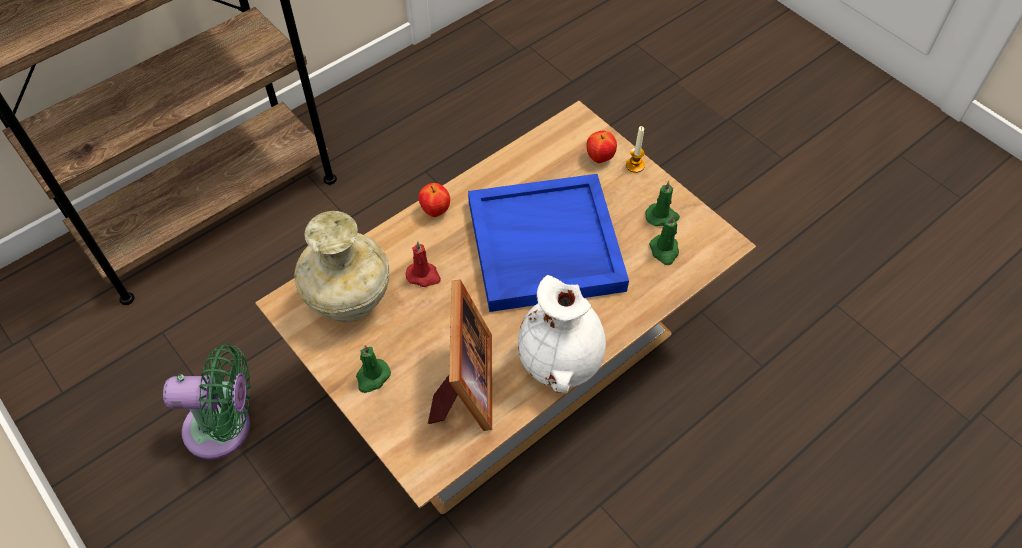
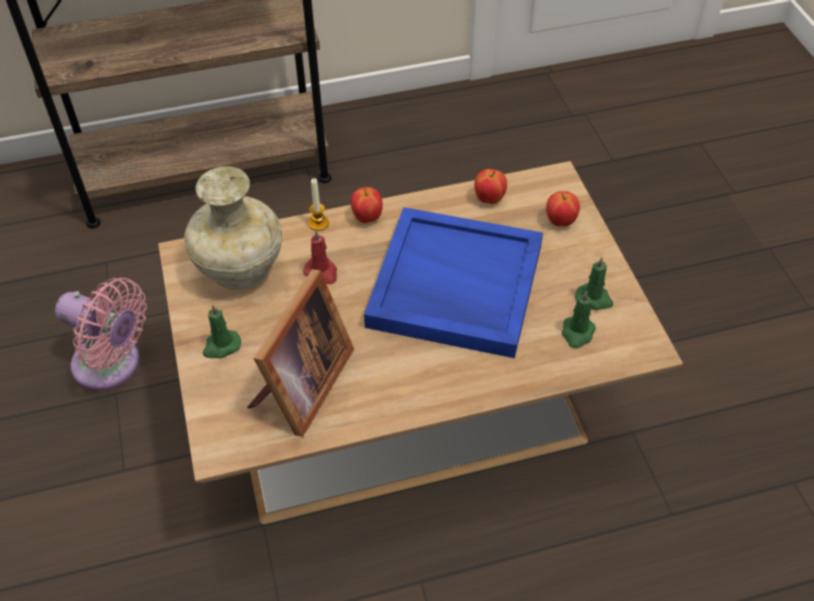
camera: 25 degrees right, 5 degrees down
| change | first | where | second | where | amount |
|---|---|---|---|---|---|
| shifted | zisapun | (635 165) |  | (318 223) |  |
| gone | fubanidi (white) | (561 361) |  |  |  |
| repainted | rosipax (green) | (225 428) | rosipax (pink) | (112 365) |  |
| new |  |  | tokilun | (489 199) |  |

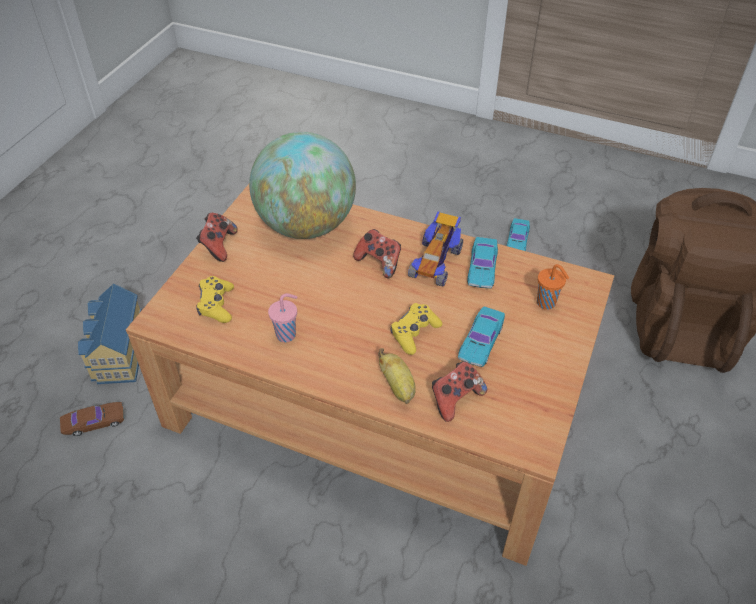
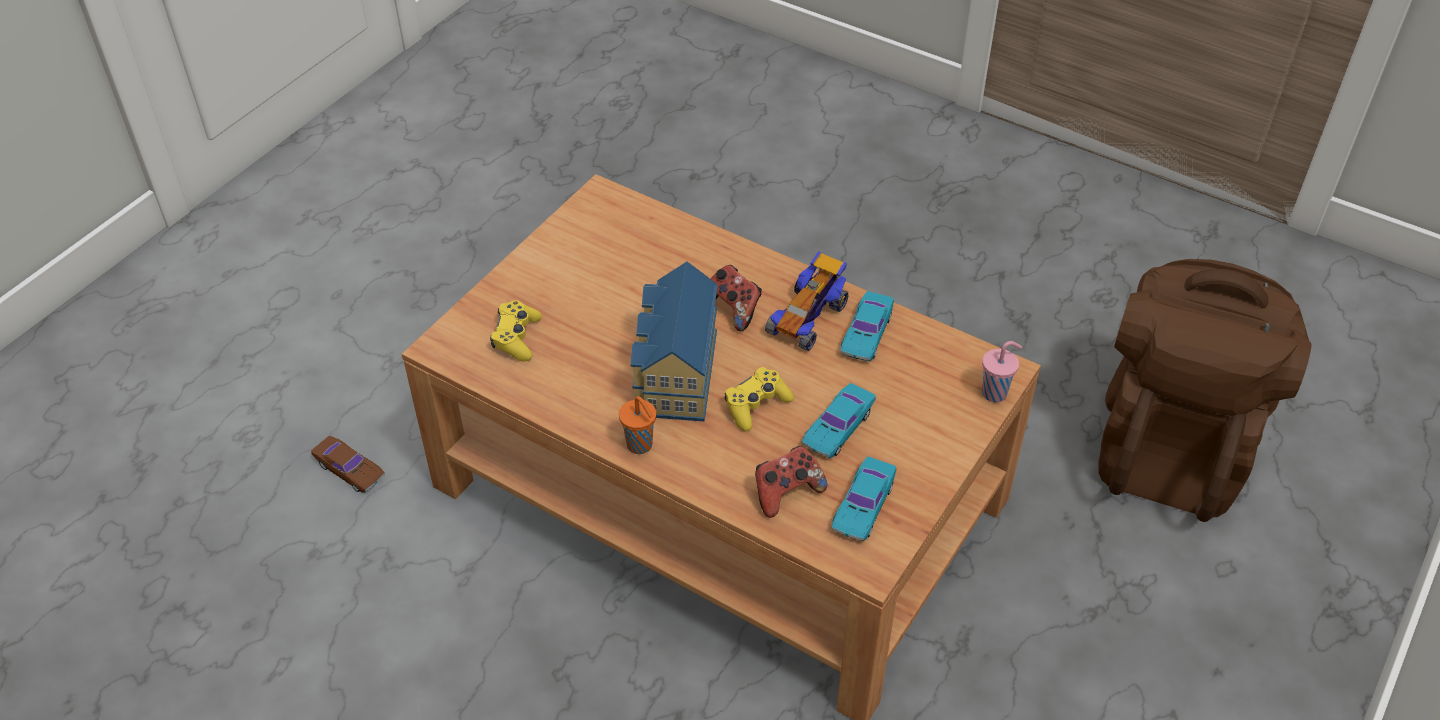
camera: 10 degrees right, 0 degrees up
| change | first | where | second | where | amount |
|---|---|---|---|---|---|
| gone | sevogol | (306 225) |  |  |  |
| gone | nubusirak | (218 246) |  |  |  |
| shifted | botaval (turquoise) | (517 240) |  | (863 505) |  |
| shifted | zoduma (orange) | (547 303) |  | (640 446) |  |
| shifted | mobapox | (117 353) |  | (673 373) |  |
| shifted | zoduma (pink) | (287 334) |  | (995 393) |  |
| gone | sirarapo | (398 387) |  |  |  |
| rotated | botaval (brown) | (94 422) |  | (349 469) | 45 degrees clockwise |

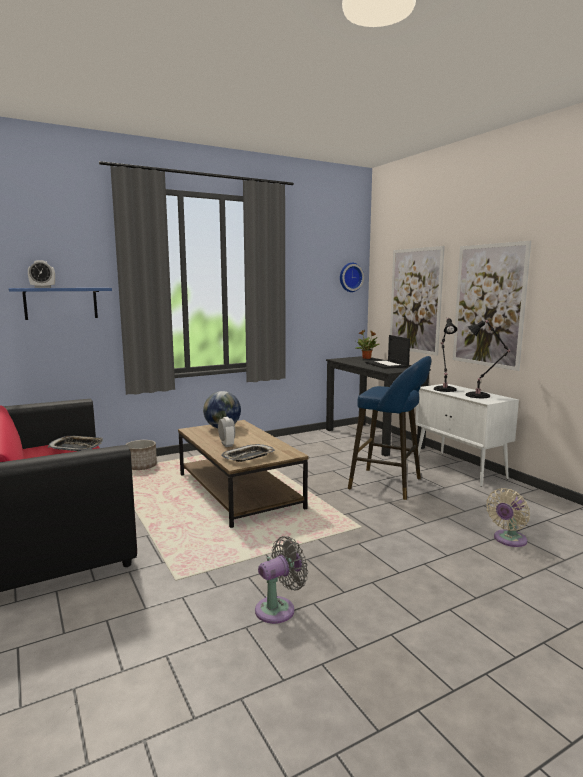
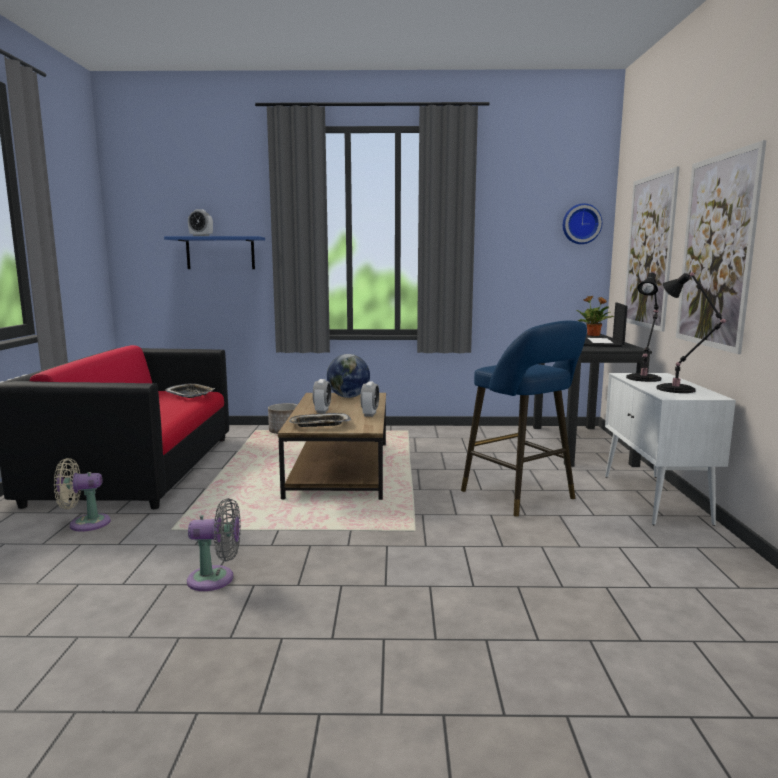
camera: 30 degrees right, 0 degrees up
| change | first | where | second | where | amount |
|---|---|---|---|---|---|
| shifted | rosipax (beige) | (508 540) |  | (85 523) |  |
| new |  |  | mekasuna | (370 414) |  |

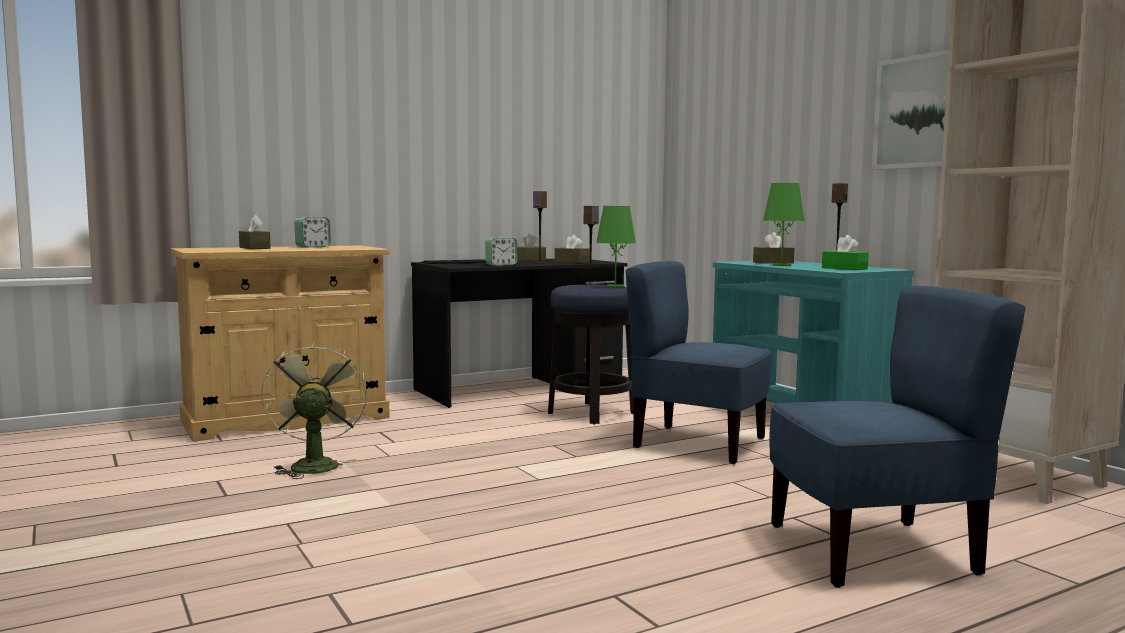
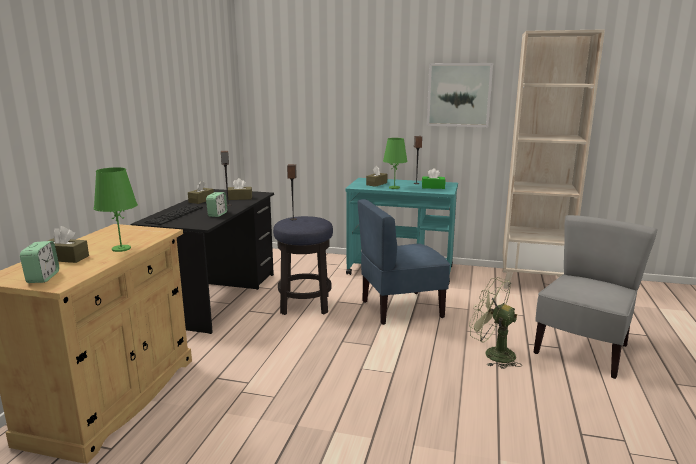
camera: 45 degrees left, 10 degrees up
| change | first | where | second | where | amount |
|---|---|---|---|---|---|
| shifted | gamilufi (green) | (615 286) |  | (121 249) |  |
| shifted | mekasuna | (313 247) |  | (43 277) |  |
| repainted | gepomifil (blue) | (873 551) | gepomifil (grey) | (583 350) |  |
| shifted | rosipax (green) | (313 464) |  | (492 354) |  |

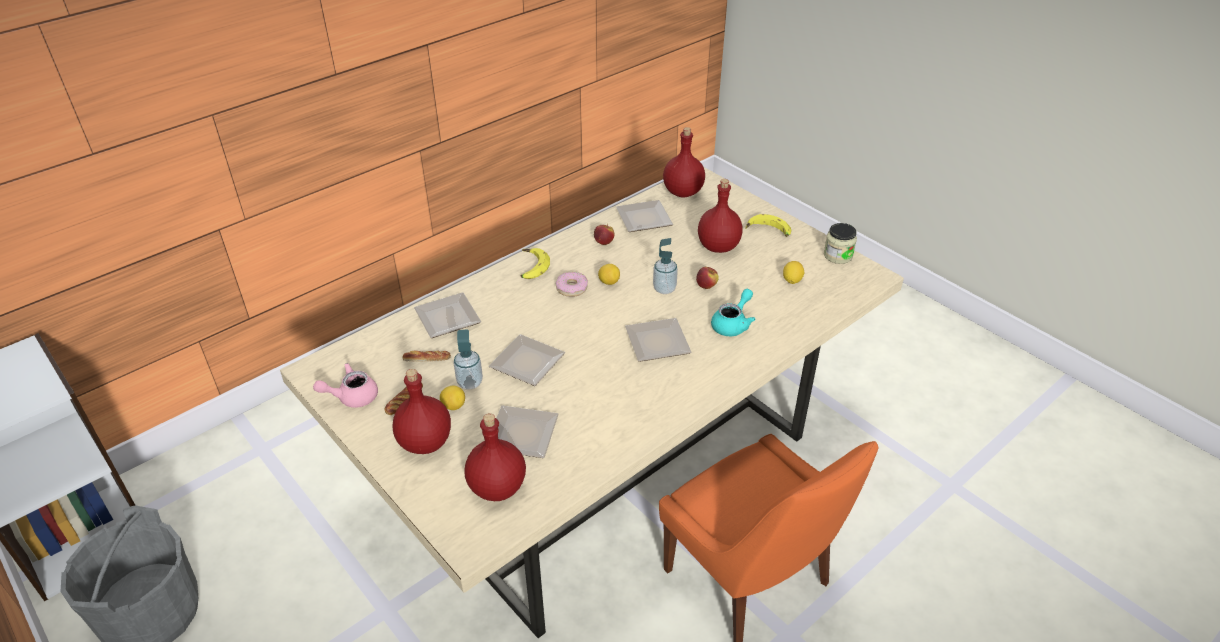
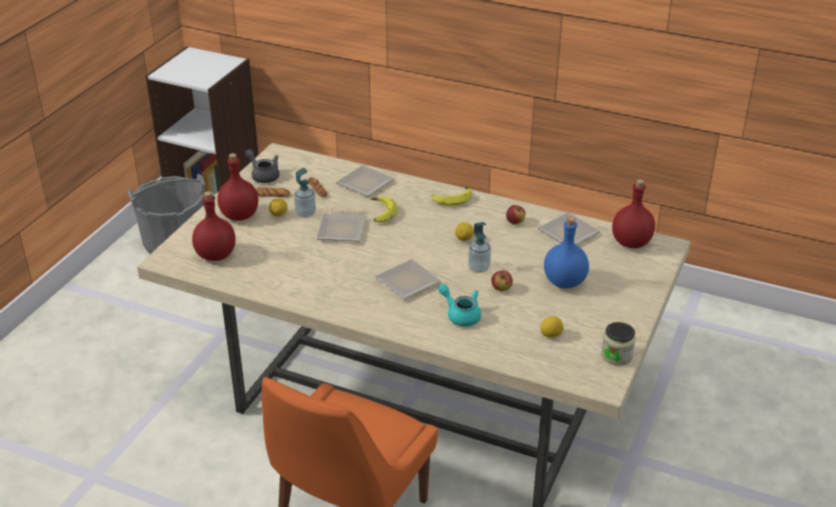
camera: 65 degrees right, 5 degrees down
| change | first | where | second | where | amount |
|---|---|---|---|---|---|
| repainted | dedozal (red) | (718 246) | dedozal (blue) | (565 282) |  |
| shifted | sirarapo | (767 232) |  | (380 213) |  |
| gone | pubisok | (571 288) |  |  |  |
| rotated | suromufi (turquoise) | (733 324) |  | (460 315) | 150 degrees counterclockwise |
| repainted | suromufi (pink) | (352 396) | suromufi (grey) | (263 175) |  |
| gone | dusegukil | (520 436) |  |  |  |

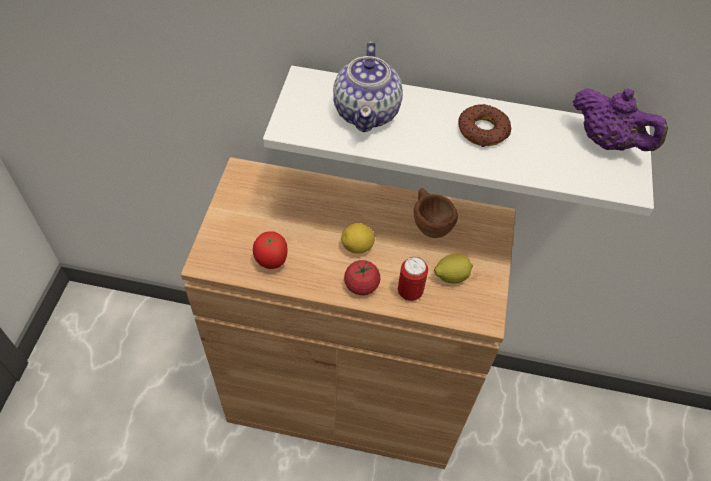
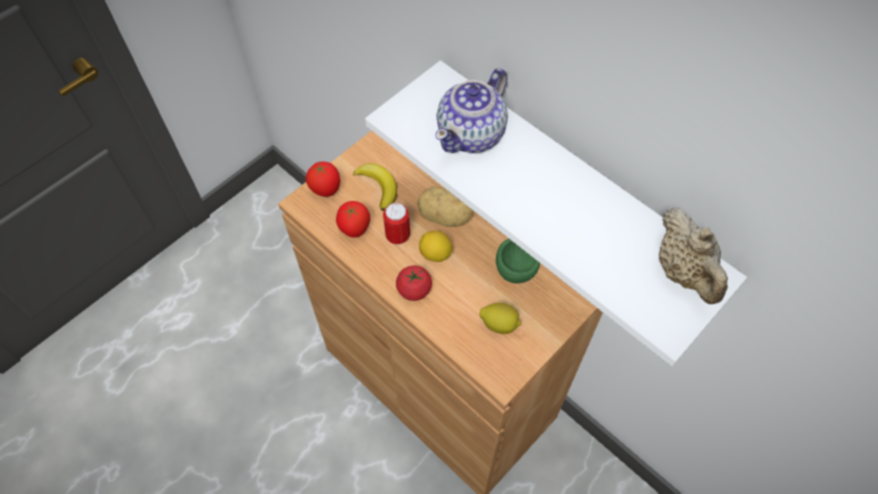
camera: 35 degrees right, 5 degrees up
| change | first | where | second | where | amount |
|---|---|---|---|---|---|
| repainted | suromufi (purple) | (607 142) | suromufi (beige) | (684 272) |  |
| gone | pubisok | (483 130) |  |  |  |
| repainted | zoduma (brown) | (429 223) | zoduma (green) | (516 264) |  |
| shifted | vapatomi | (410 292) |  | (398 236) |  |
| new |  |  | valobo | (326 190) |  |
| new |  |  | sirarapo | (378 187) |  |
| new |  |  | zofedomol | (444 218) |  |

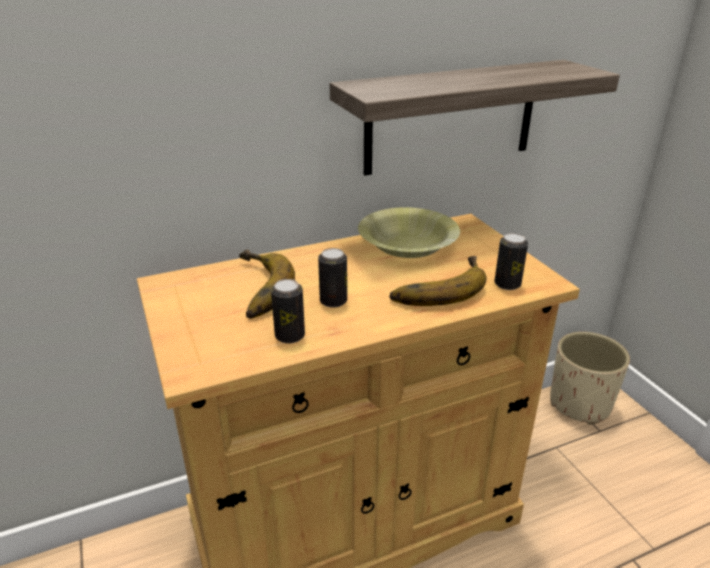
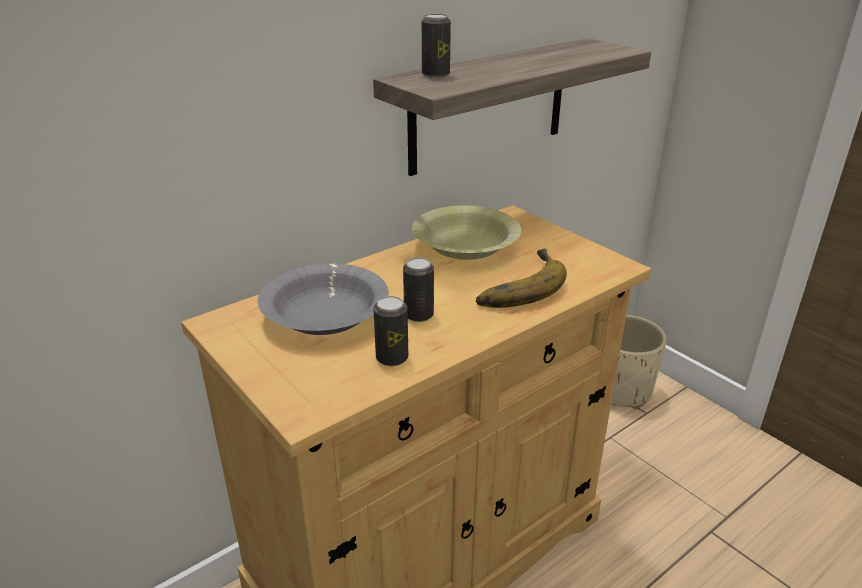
camera: 15 degrees left, 0 degrees up
| change | first | where | second | where | amount |
|---|---|---|---|---|---|
| shifted | vapatomi | (507 284) |  | (435 75) |  |
| swapped | sirarapo | (254 289) | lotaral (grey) | (326 315) |  |

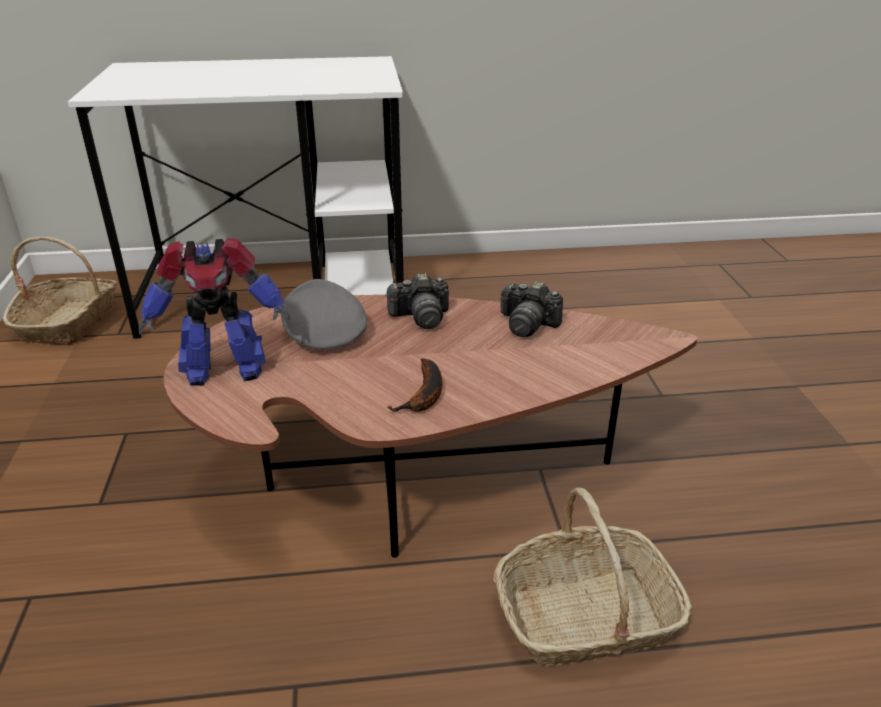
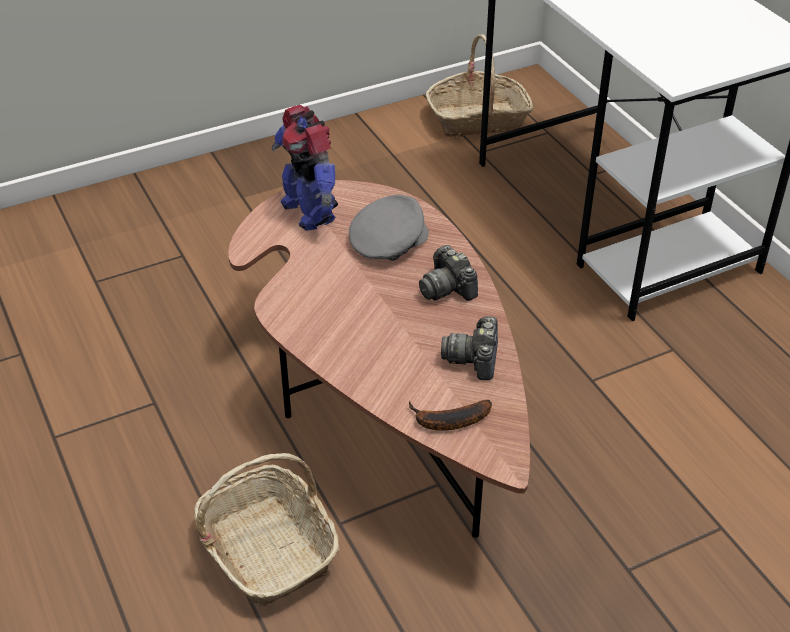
camera: 70 degrees right, 10 degrees up
| change | first | where | second | where | amount |
|---|---|---|---|---|---|
| shifted | sirarapo | (424 395) |  | (447 421) |  |

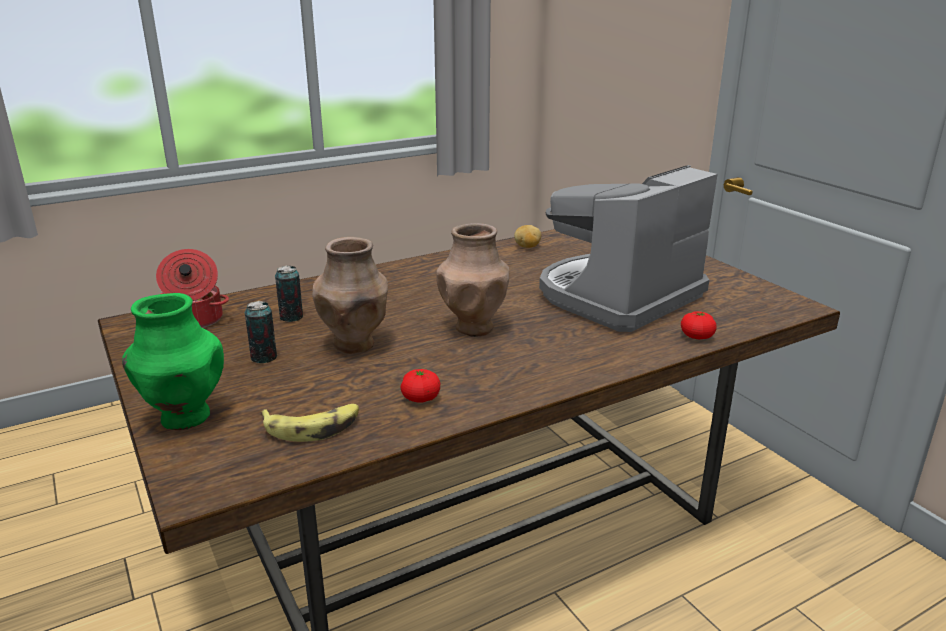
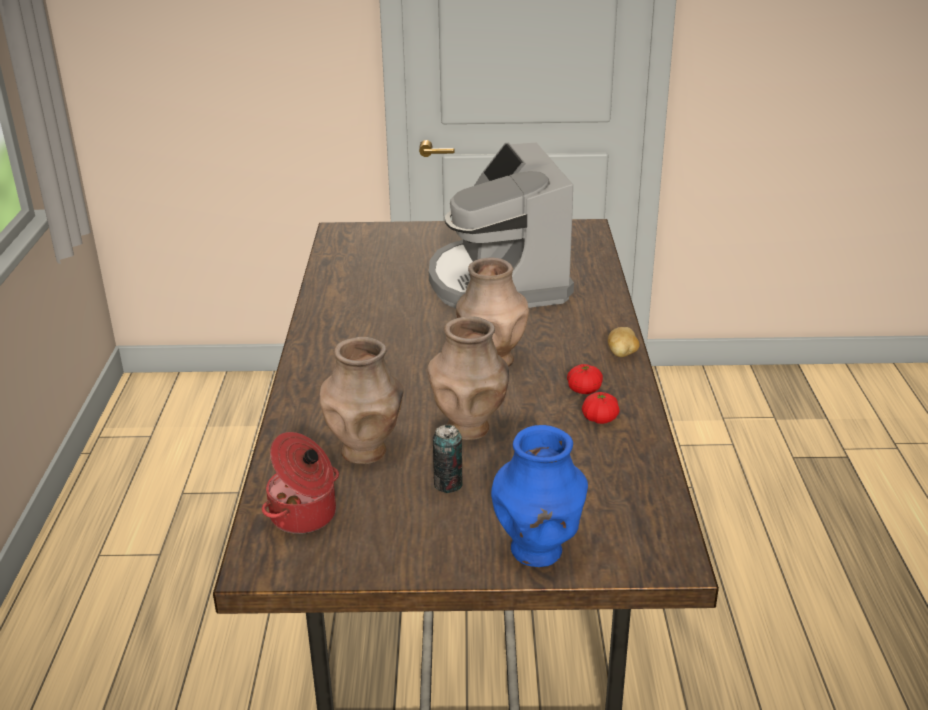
camera: 60 degrees left, 5 degrees up
| change | first | where | second | where | amount |
|---|---|---|---|---|---|
| shifted | zofedomol | (527 247) |  | (622 354) |  |
| swapped | vapatomi | (291 317) | fubanidi (brown) | (365 451) |  |
| repainted | fubanidi (green) | (184 418) | fubanidi (blue) | (537 551) |  |
| shifted | valobo | (696 336) |  | (584 390) |  |
| gone | sirarapo | (313 427) |  |  |  |

